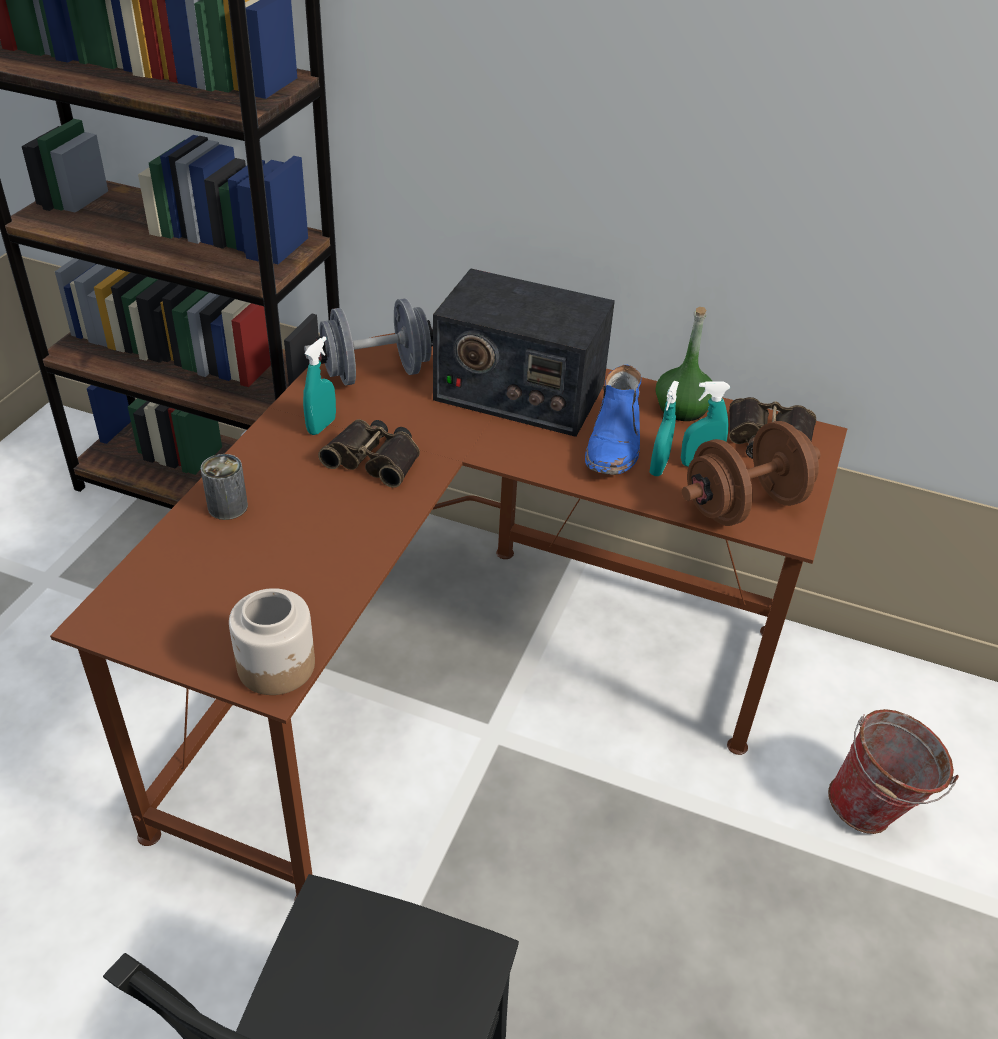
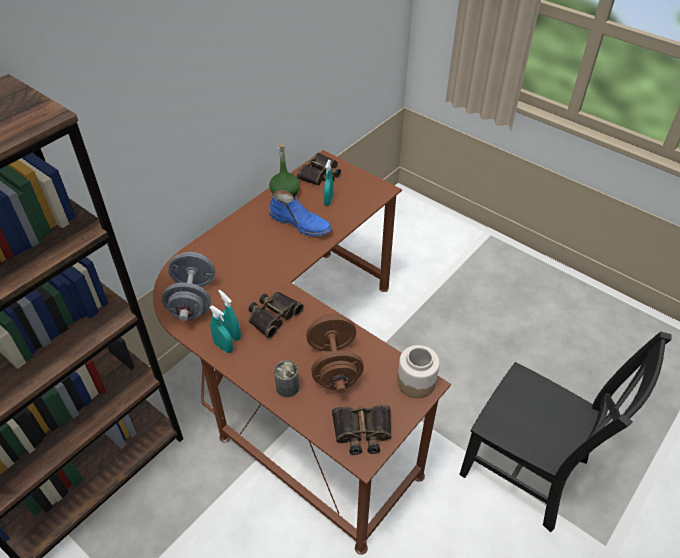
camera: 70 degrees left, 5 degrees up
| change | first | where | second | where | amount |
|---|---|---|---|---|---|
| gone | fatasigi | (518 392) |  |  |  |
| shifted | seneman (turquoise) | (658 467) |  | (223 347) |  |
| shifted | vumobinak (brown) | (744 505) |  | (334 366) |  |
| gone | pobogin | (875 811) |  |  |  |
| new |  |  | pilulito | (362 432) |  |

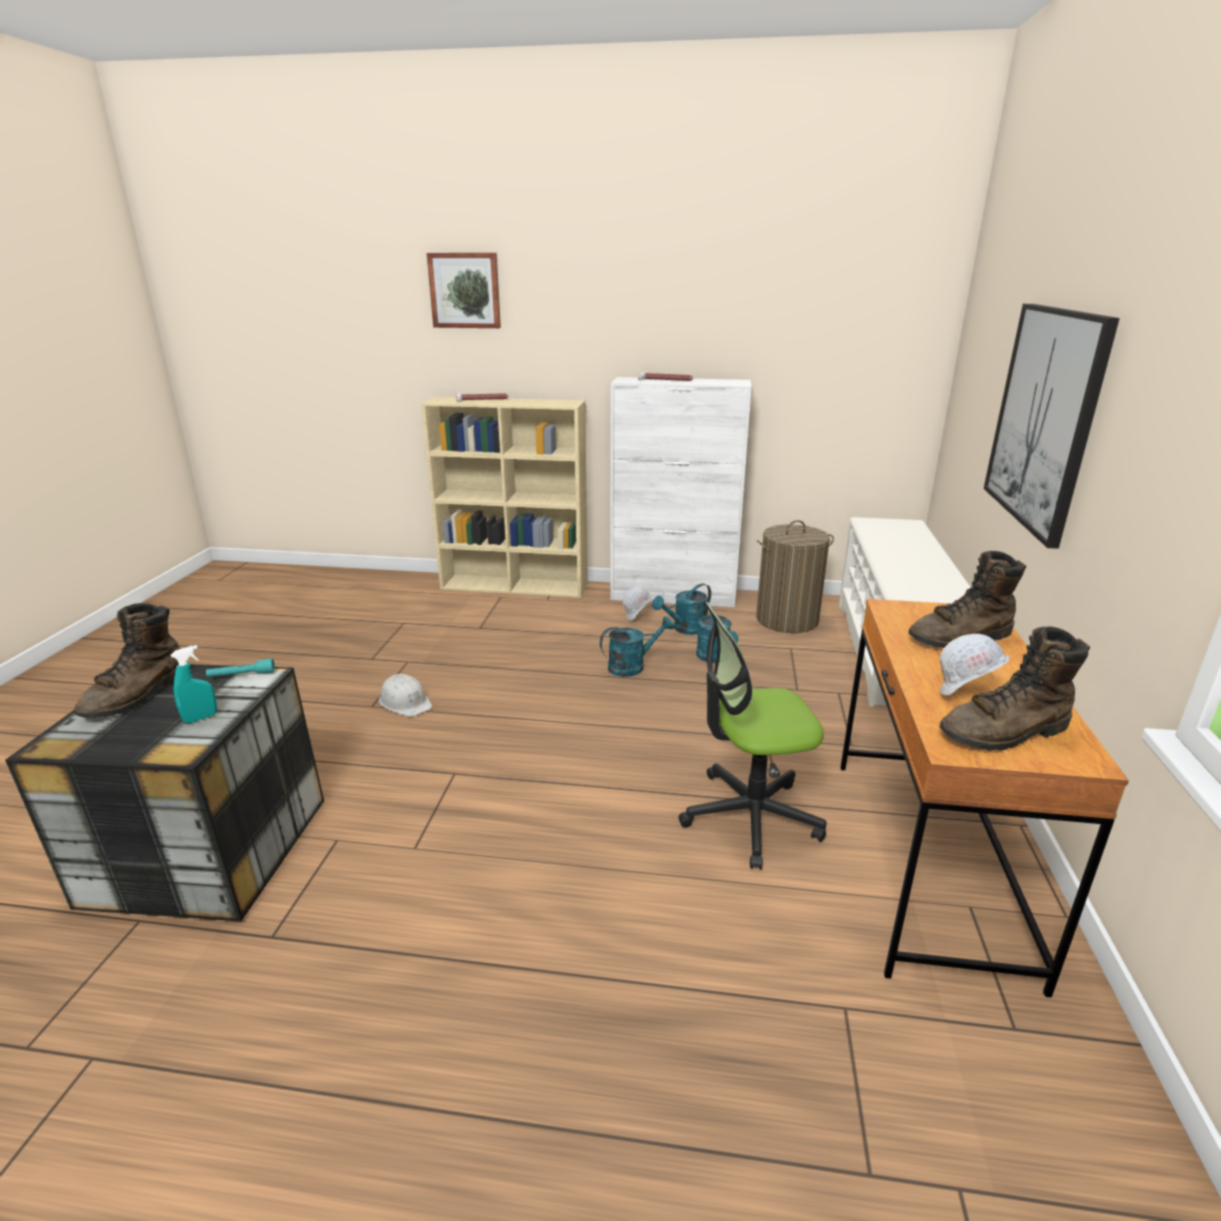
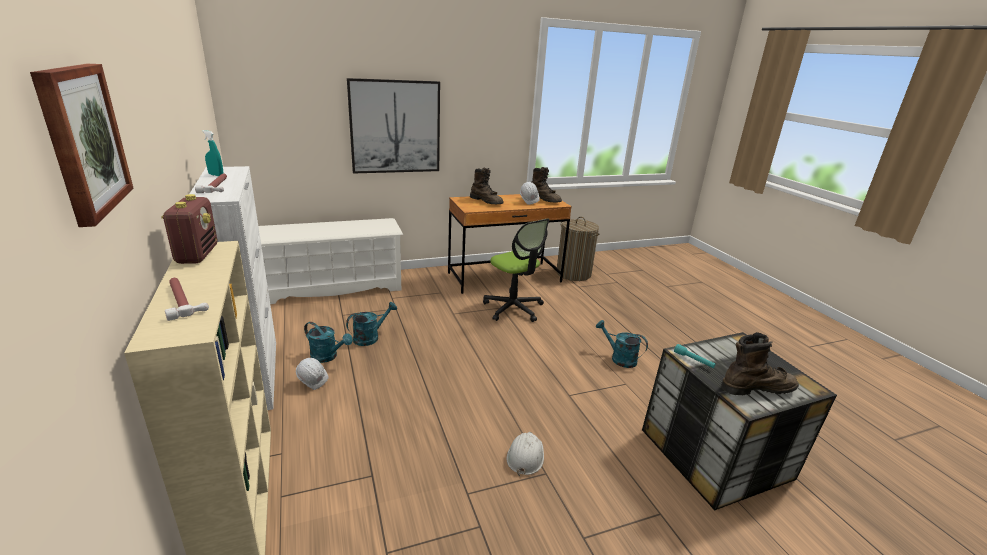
camera: 120 degrees left, 0 degrees up
| change | first | where | second | where | amount |
|---|---|---|---|---|---|
| shifted | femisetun | (787 620) |  | (573 273) |  |
| shifted | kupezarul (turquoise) | (632 666) |  | (619 358) |  |
| shifted | seneman (turquoise) | (200 718) |  | (216 175) |  |
| new |  |  | fatasigi | (197 255) |  |

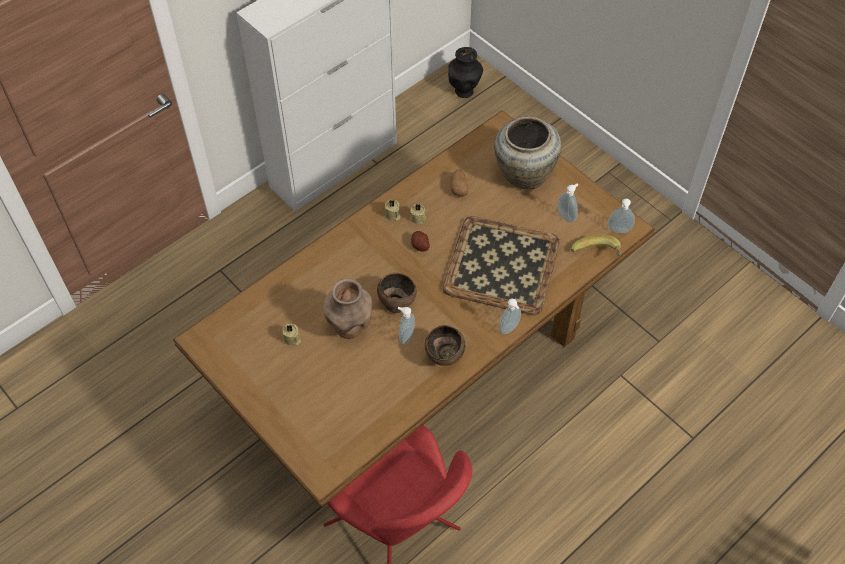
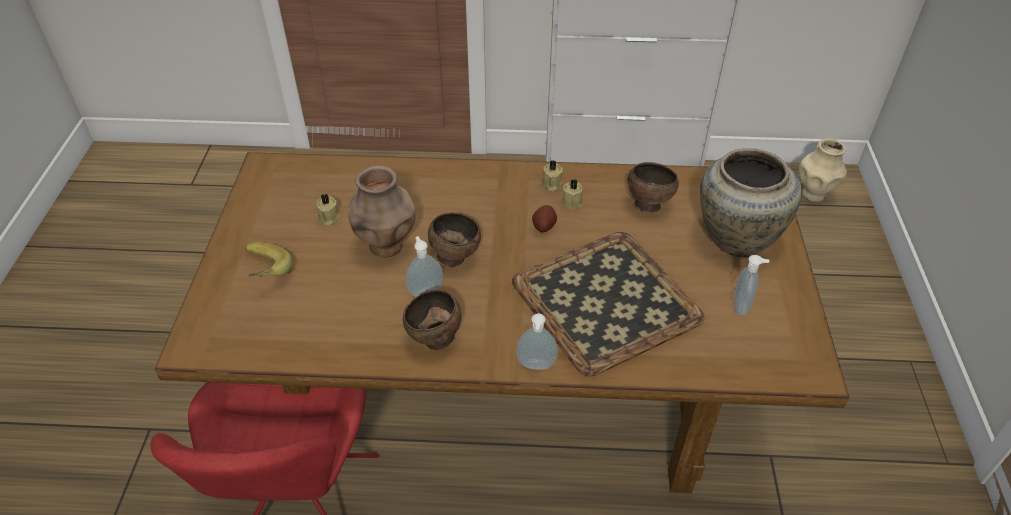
camera: 45 degrees right, 10 degrees down
| change | first | where | second | where | amount |
|---|---|---|---|---|---|
| repainted | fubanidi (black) | (464 91) | fubanidi (beige) | (814 194) |  |
| swapped | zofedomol | (459 188) | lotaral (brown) | (647 204) |  |
| gone | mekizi | (619 231) |  |  |  |
| shifted | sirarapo | (597 256) |  | (263 273) |  |

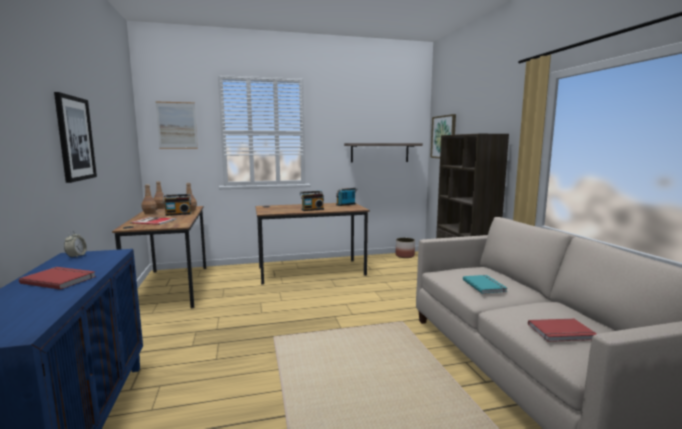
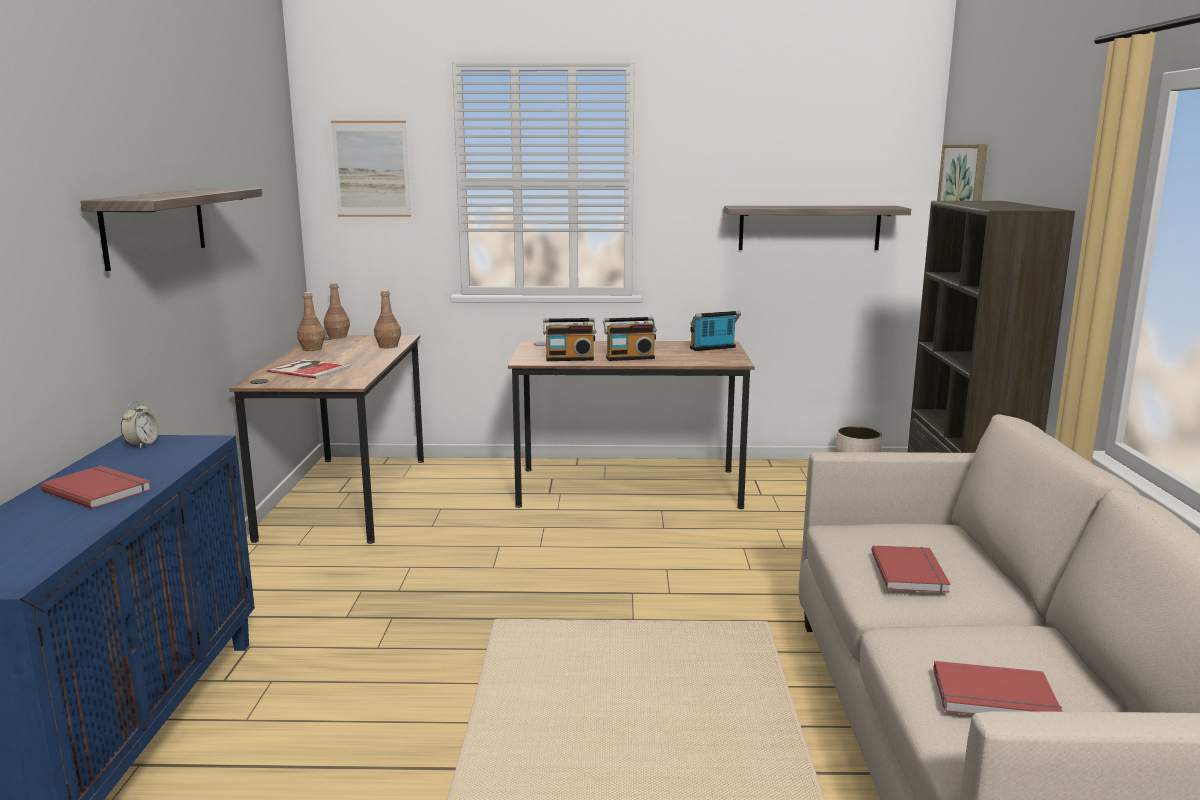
camera: 15 degrees right, 5 degrees up
| change | first | where | second | where | amount |
|---|---|---|---|---|---|
| swapped | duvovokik | (75 138) | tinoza | (155 226) |  |
| shifted | fatasigi | (178 214) |  | (569 358) |  |
| repainted | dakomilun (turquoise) | (485 285) | dakomilun (red) | (911 572) |  |

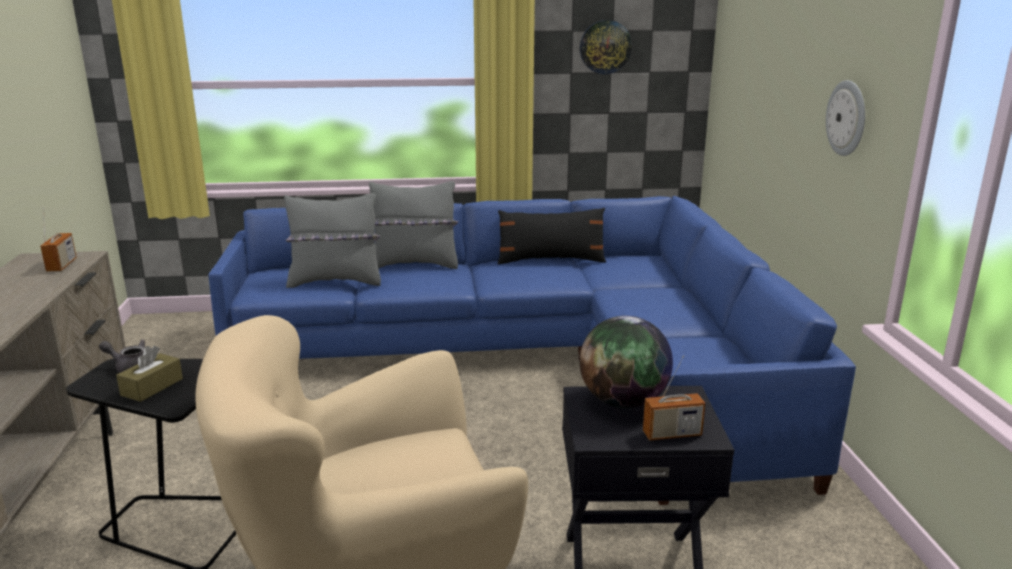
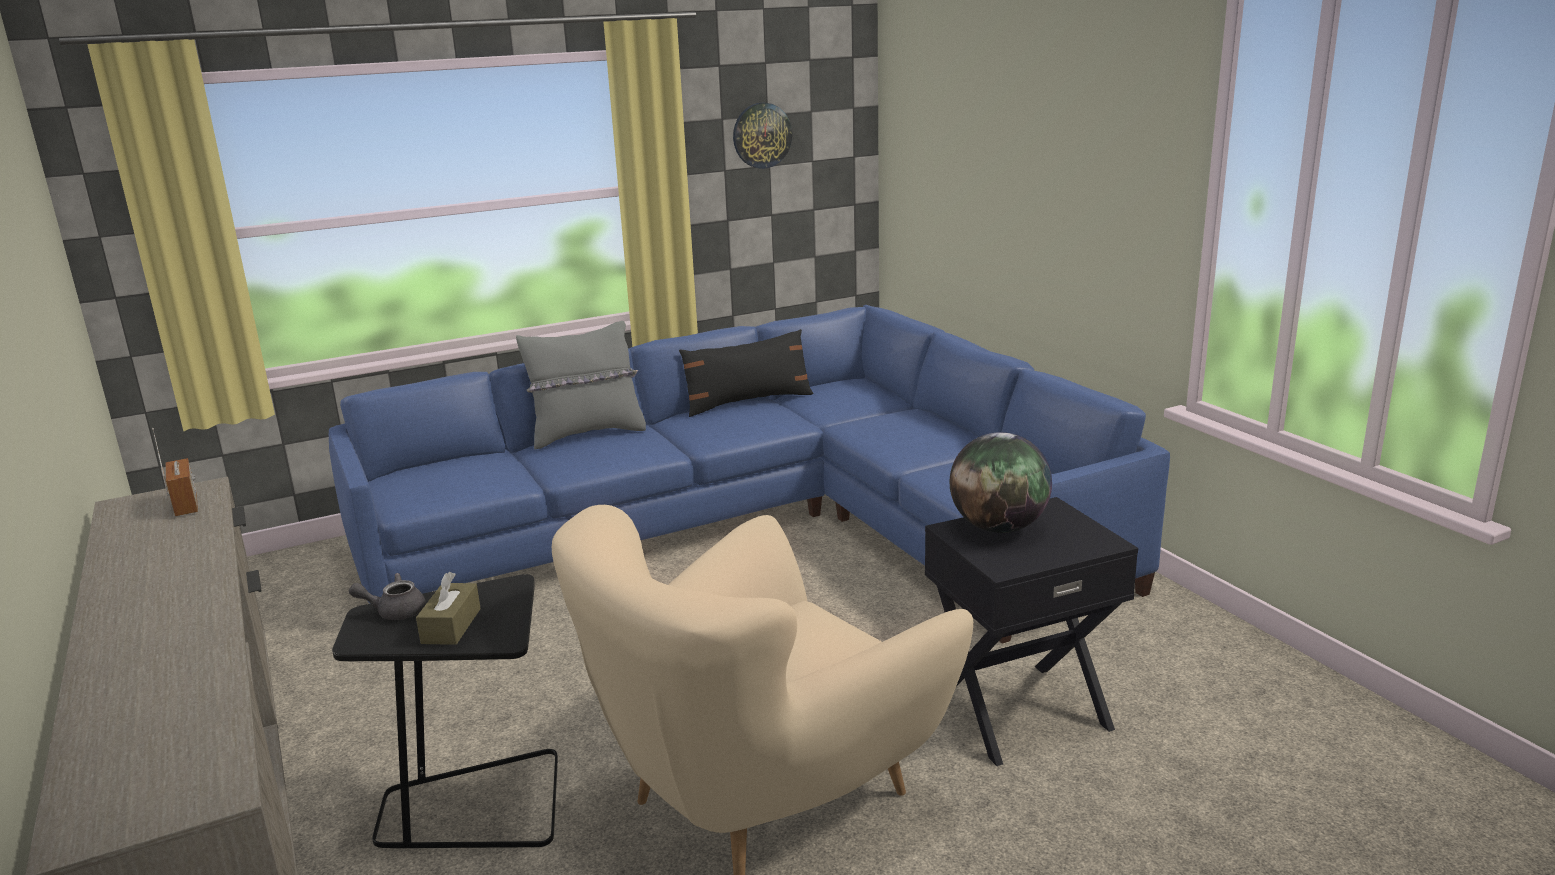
camera: 20 degrees left, 0 degrees up
| change | first | where | second | where | amount |
|---|---|---|---|---|---|
| gone | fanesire | (847 118) |  |  |  |
| gone | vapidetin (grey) | (336 281) |  |  |  |
| gone | fatasigi | (672 434) |  |  |  |

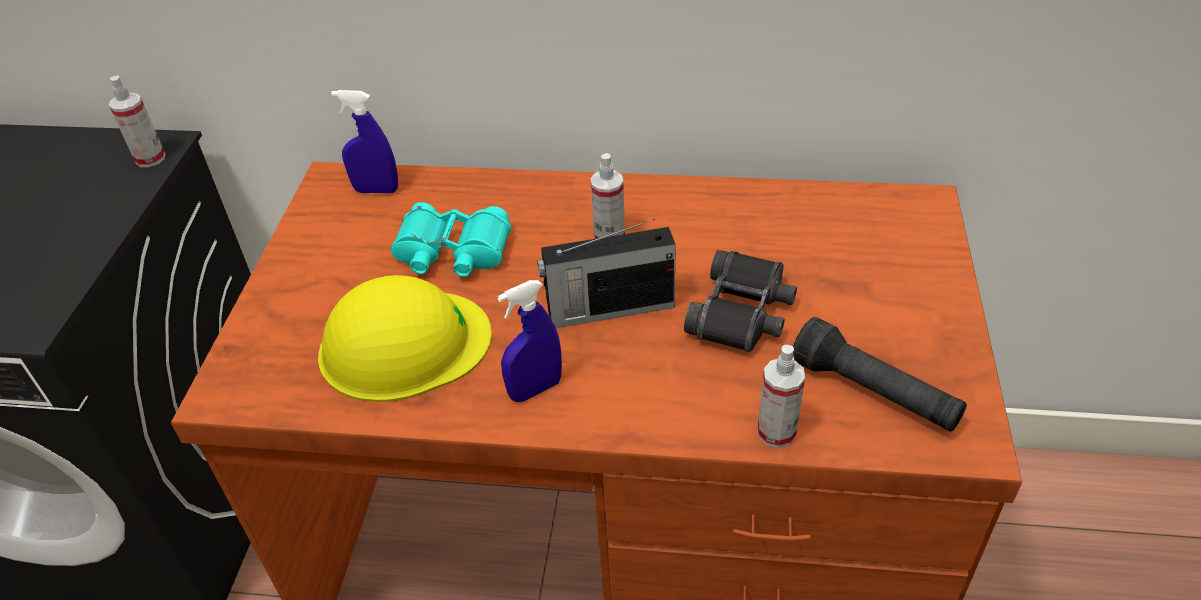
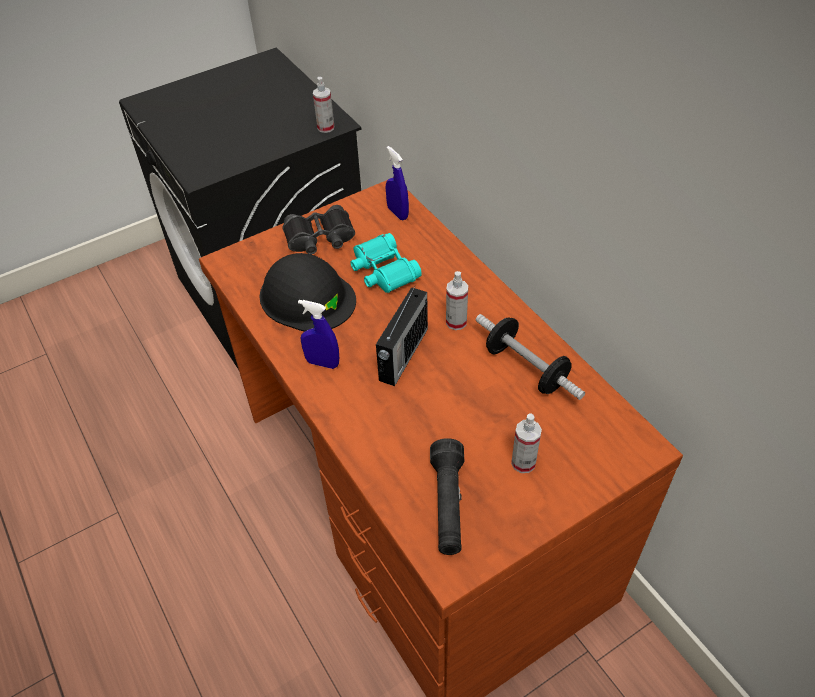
camera: 50 degrees right, 5 degrees up
| change | first | where | second | where | amount |
|---|---|---|---|---|---|
| rotated | fatasigi | (608 309) |  | (402 355) | 105 degrees counterclockwise |
| shifted | pilulito (black) | (742 313) |  | (320 238) |  |
| repainted | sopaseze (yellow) | (404 344) | sopaseze (black) | (307 297) |  |
| shifted | seneman | (776 432) |  | (523 462) |  |
| new |  |  | vumobinak | (526 368) |  |

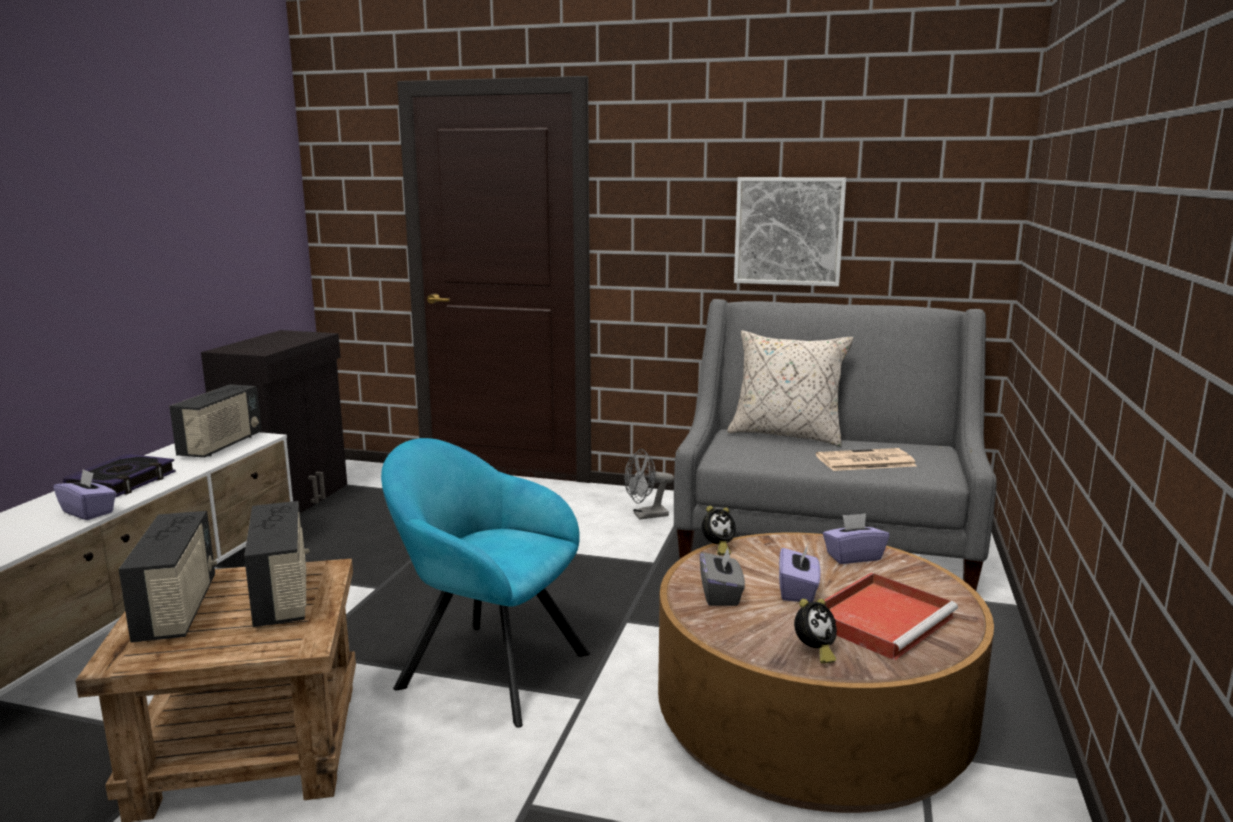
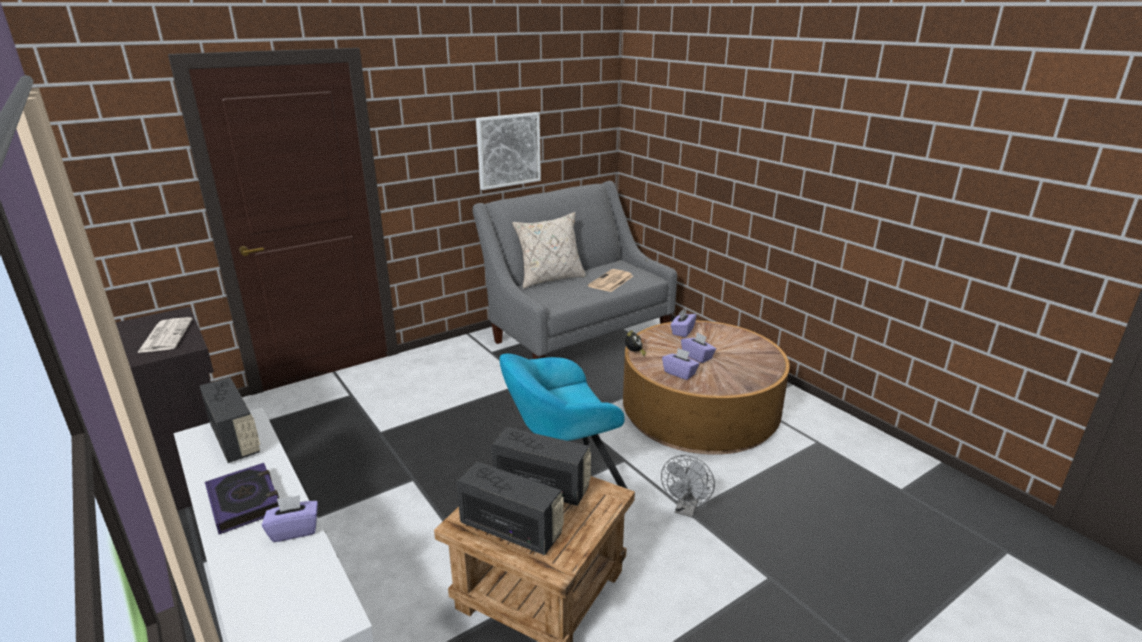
camera: 50 degrees left, 10 degrees up
| change | first | where | second | where | amount |
|---|---|---|---|---|---|
| shifted | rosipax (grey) | (645 516) |  | (686 509) |  |
| repainted | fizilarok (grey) | (721 595) | fizilarok (purple) | (680 373) |  |
| gone | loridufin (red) | (882 619) |  |  |  |
| gone | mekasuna | (814 652) |  |  |  |
| new |  |  | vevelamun | (165 335) |  |

